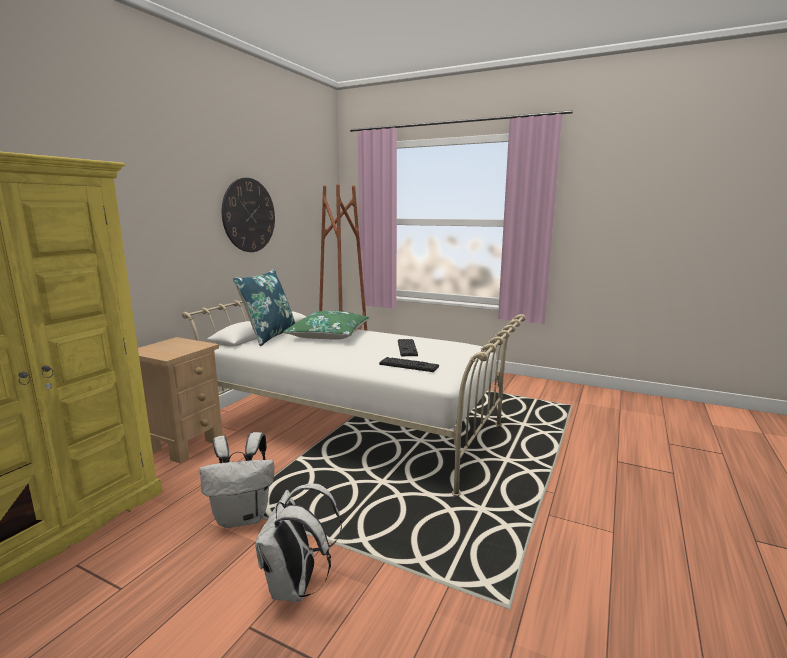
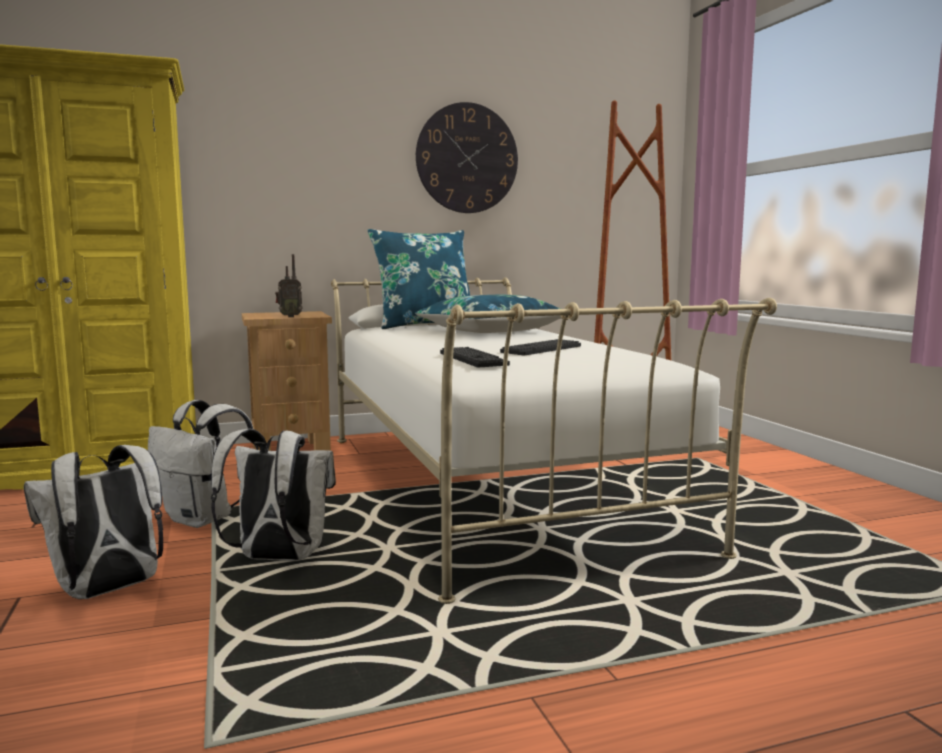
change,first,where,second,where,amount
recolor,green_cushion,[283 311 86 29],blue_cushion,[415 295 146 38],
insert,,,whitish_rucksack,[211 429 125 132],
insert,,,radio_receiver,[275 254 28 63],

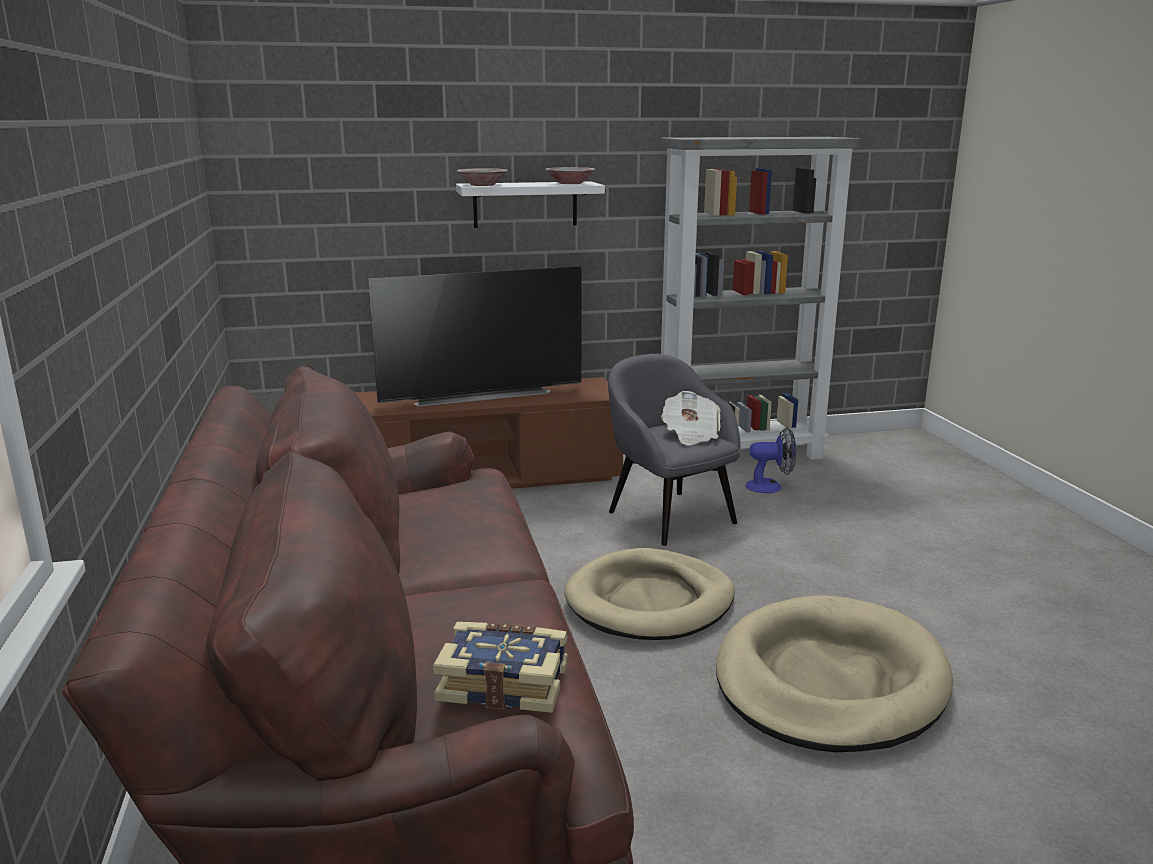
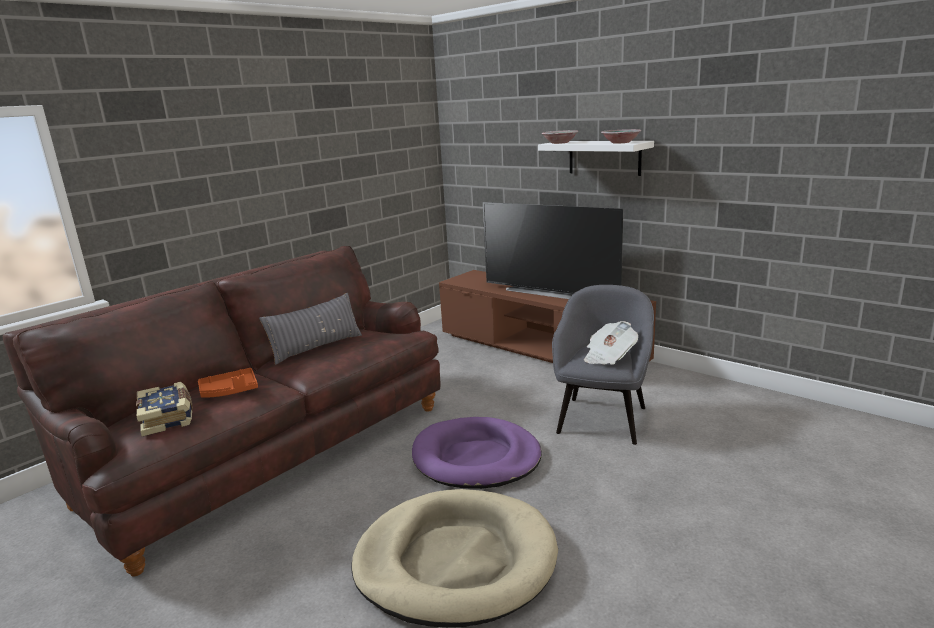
change,first,where,second,where,amount
recolor,beige_dog_bed,[564 548 171 92],purple-coloured_dog_bed,[412 417 130 72],
delete,greyish_shelving_unit,[661 137 200 323],,,
delete,cooling_fan,[745 428 51 65],,,
insert,,,orange-coloured_serving_tray,[198 368 60 30],
insert,,,greyish_cushion,[259 293 103 72],

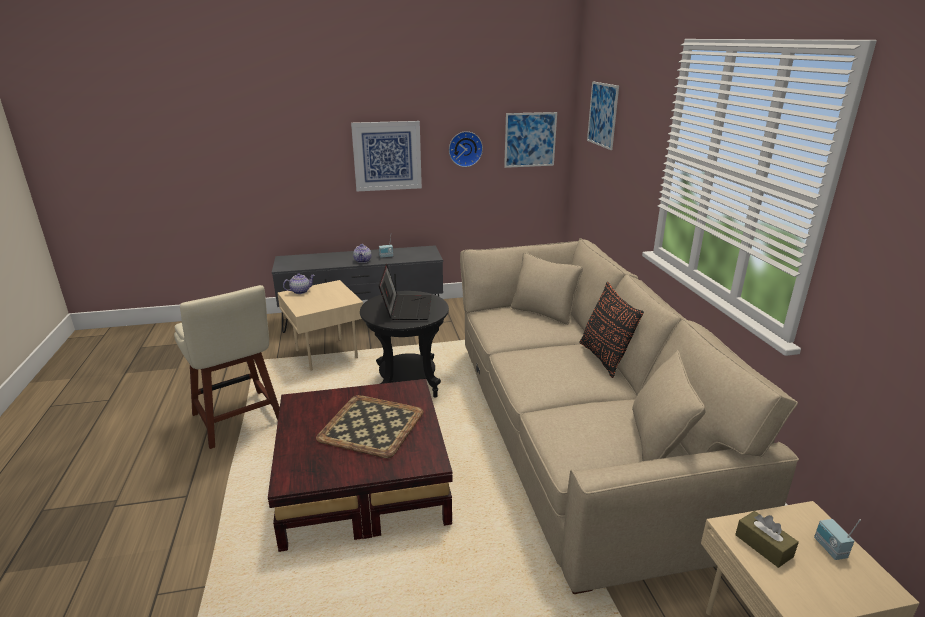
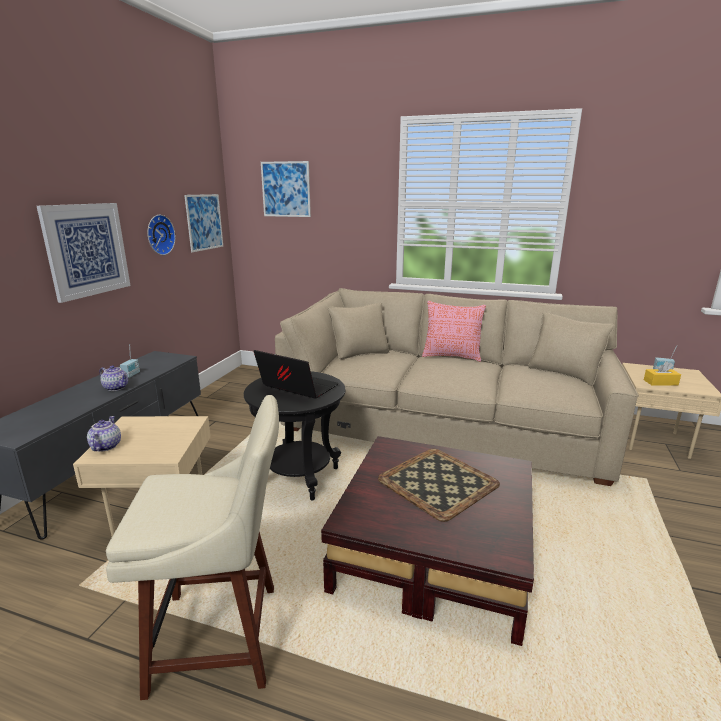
change,first,where,second,where,amount
recolor,black_cushion,[579 282 65 96],pink-coloured_cushion,[422 301 64 61],
recolor,brownish_box_of_tissues,[735 511 64 57],yellow_box_of_tissues,[644 361 37 25],

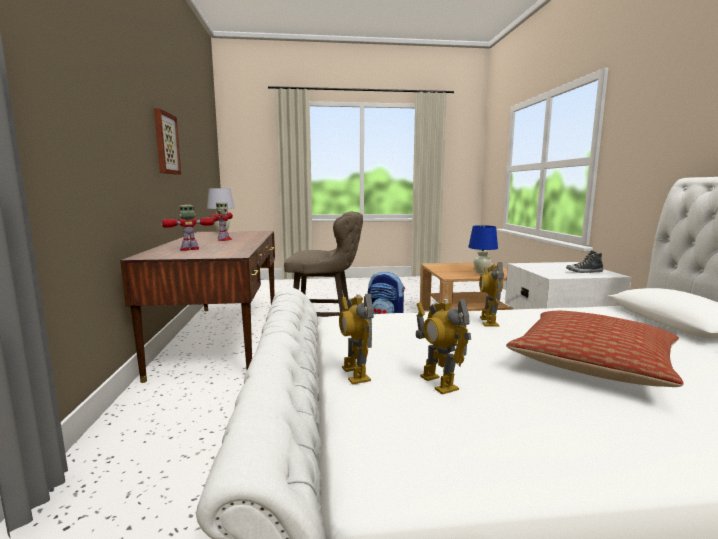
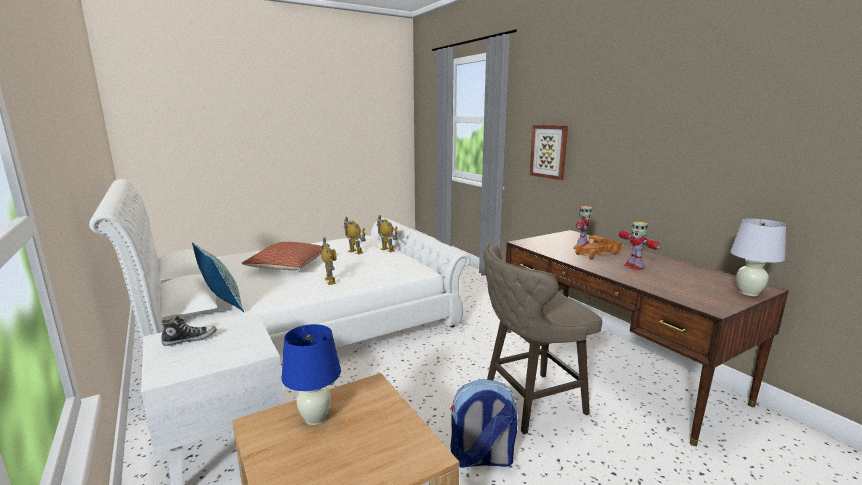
change,first,where,second,where,amount
move,wall_picture,[154 108 27 67],,[530 125 38 55],
insert,,,cushion,[192 242 52 70],
insert,,,toy_lorry,[574 235 48 24],

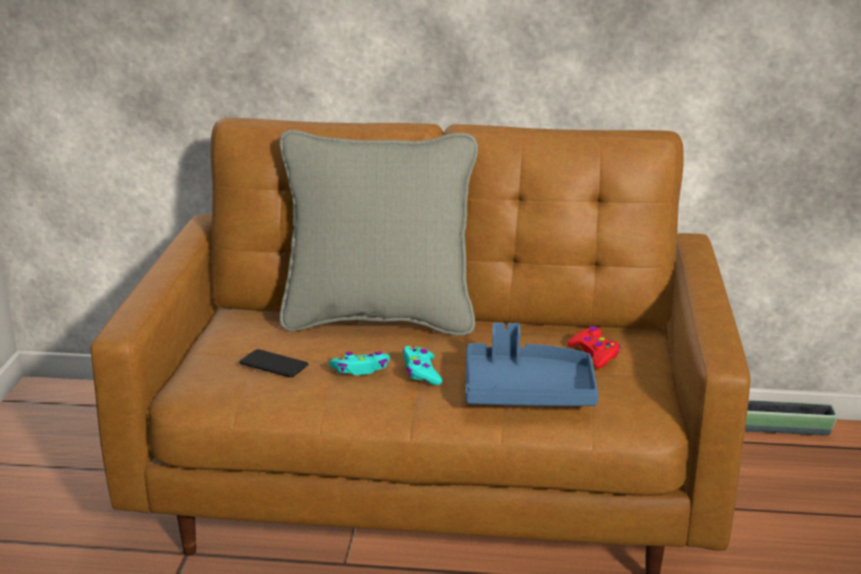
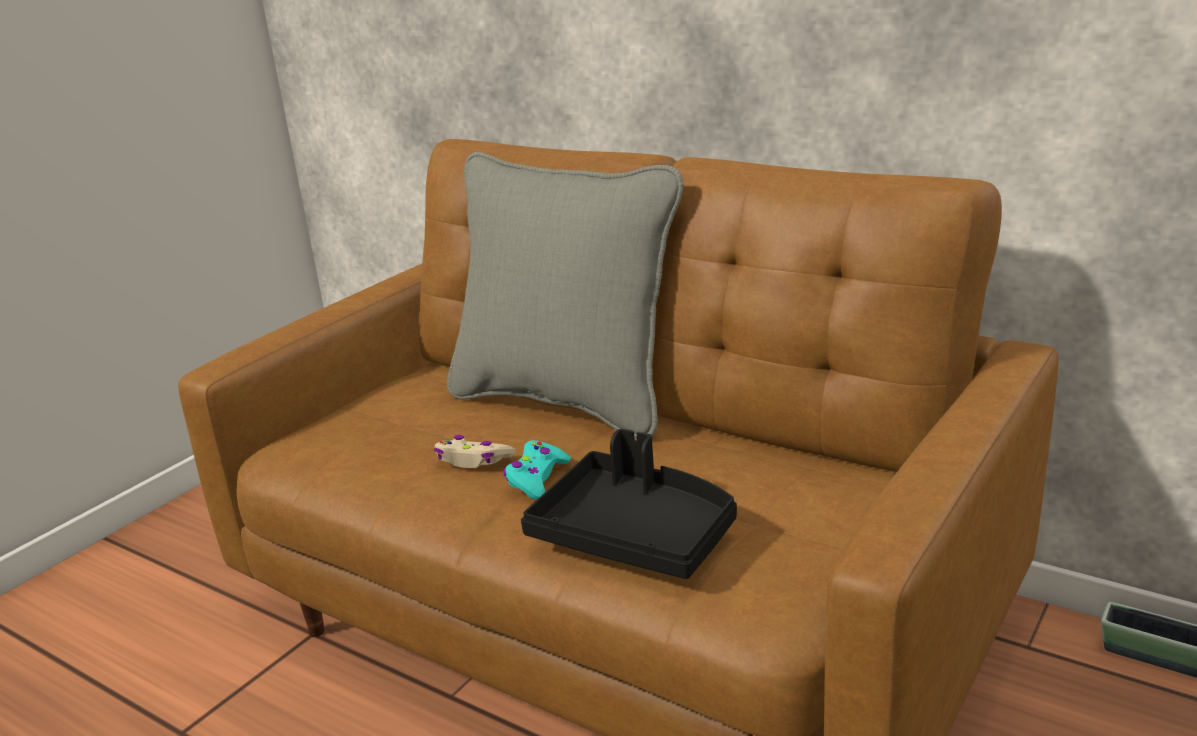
change,first,where,second,where,amount
delete,phone,[239 349 69 28],,,
recolor,blue-green_joypad,[329 351 61 24],beige_joypad,[434 435 81 33],
recolor,blue_serving_tray,[466 323 133 83],black_serving_tray,[521 429 216 150],
delete,reddish_joypad,[567 326 54 42],,,

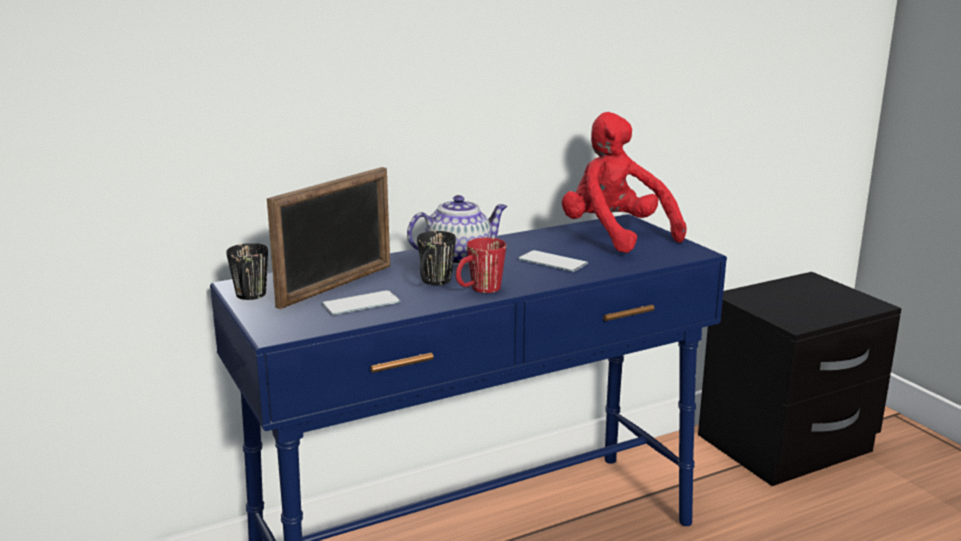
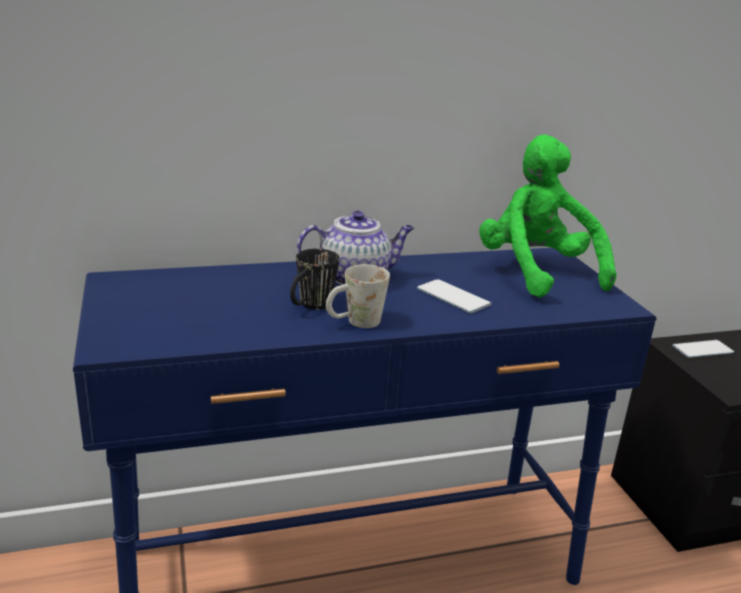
change,first,where,second,where,amount
delete,black_tea_mug,[226 243 42 57],,,
delete,photo_frame,[267 167 123 142],,,
move,phone,[321 290 79 25],,[672 340 62 18],
recolor,reddish_tea_mug,[456 238 50 55],whitish_tea_mug,[326 264 64 64],
recolor,reddish_soft_toy,[562 112 125 141],green_soft_toy,[479 135 137 163],

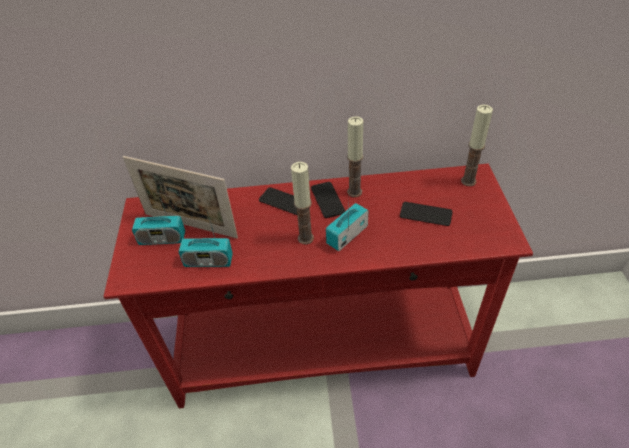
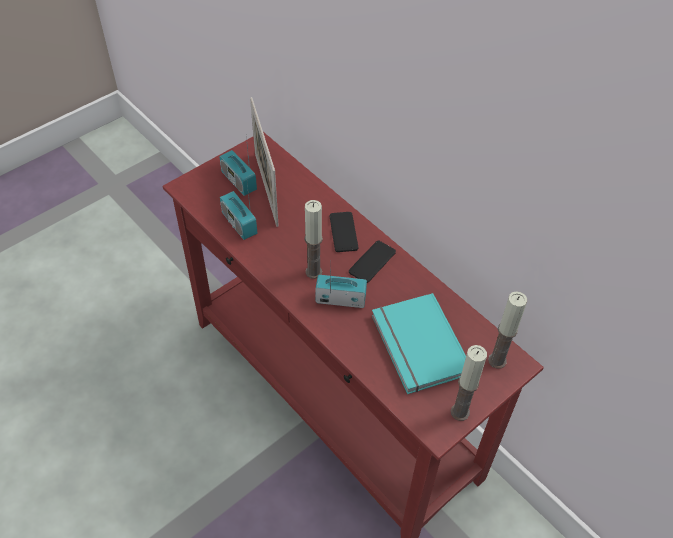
change,first,where,second,where,amount
move,wax_light,[347 116 16 81],,[451 345 36 76],
replace,phone,[400 202 52 24],blue-green_volume,[372 293 94 101],

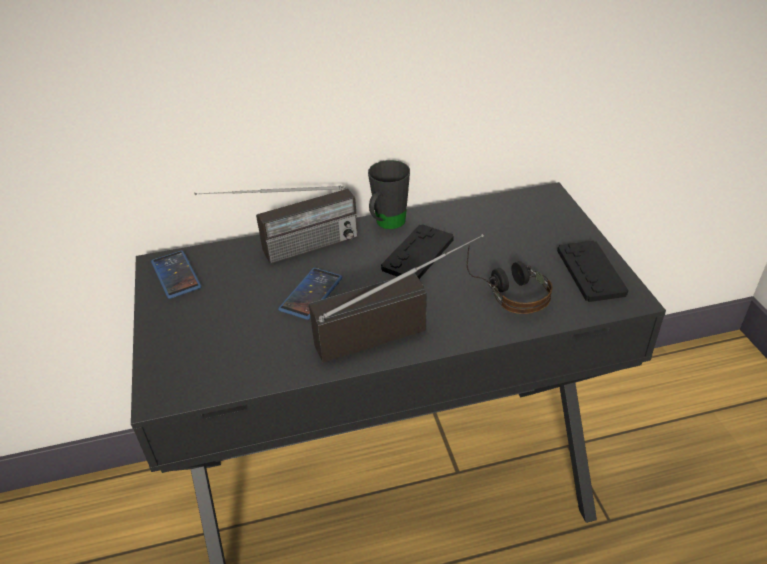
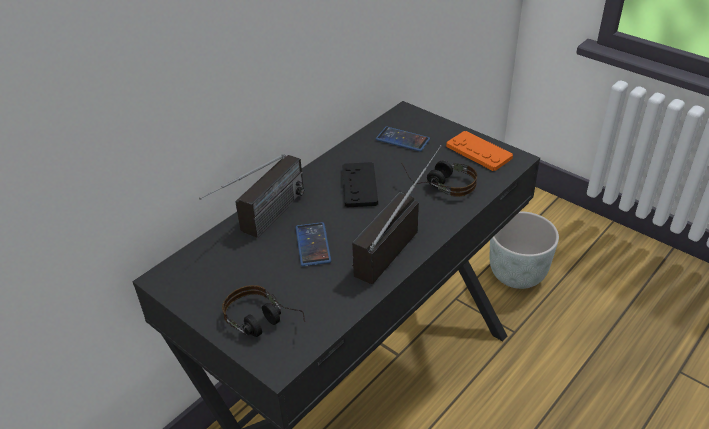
change,first,where,second,where,amount
move,phone,[151 250 51 49],,[376 126 54 26],
delete,black_tea_mug,[368 160 42 69],,,
recolor,black_joypad,[557 240 71 62],orange-coloured_joypad,[446 131 67 40],
insert,,,pair_of_headphones,[222 285 83 52],
insert,,,greyish_flower_pot,[489 211 70 78],

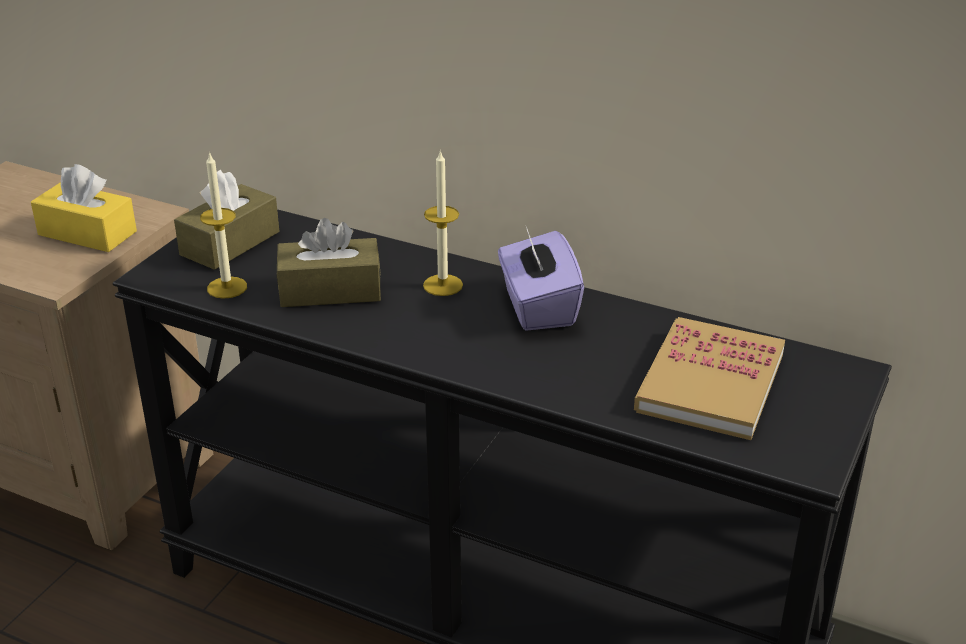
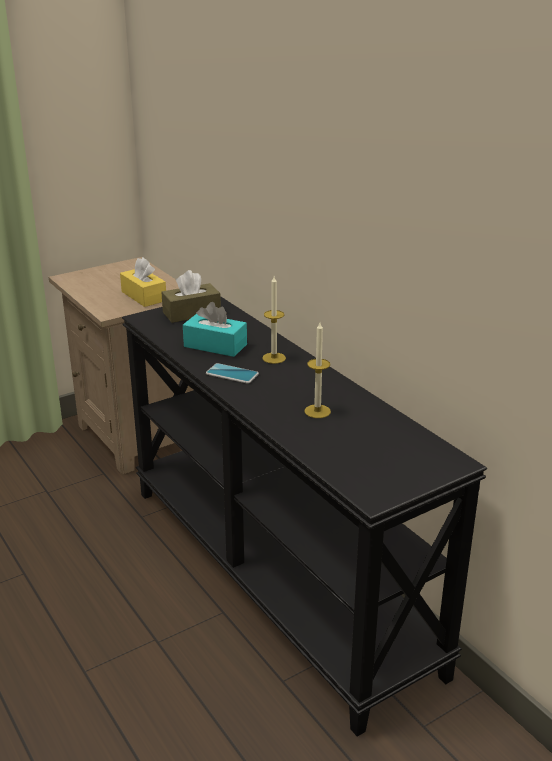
change,first,where,second,where,amount
move,wax_light,[200 152 47 147],,[304 322 27 96],
recolor,brownish_box_of_tissues,[277 218 104 89],blue-green_box_of_tissues,[183 302 64 55],
delete,purple-coloured_box_of_tissues,[498 227 86 104],,,
delete,volume,[634 317 151 123],,,
insert,,,phone,[206 363 53 21],

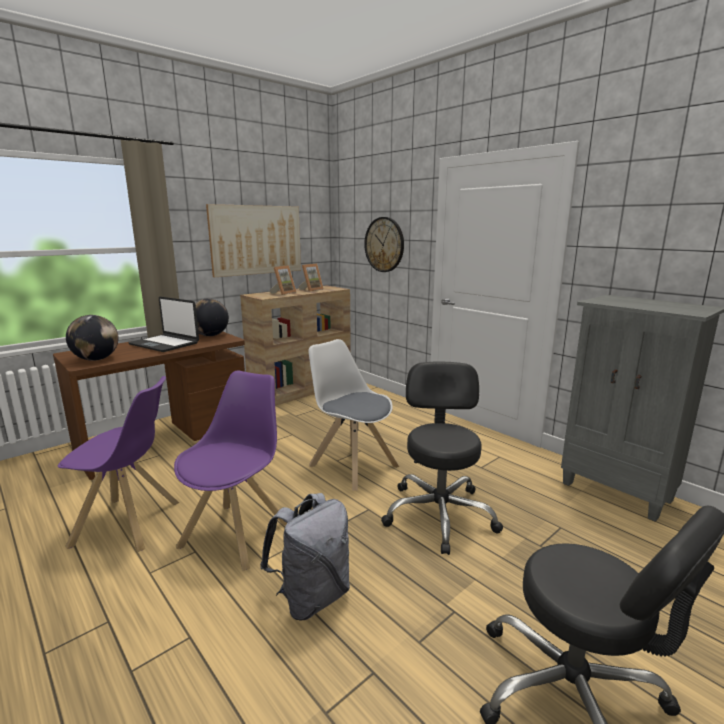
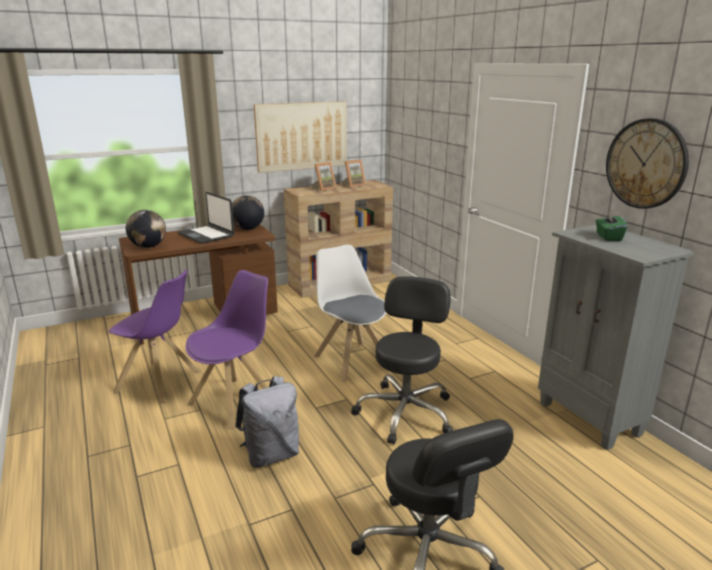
change,first,where,second,where,amount
move,wall_clock,[364 217 40 55],,[606 118 83 91],
insert,,,green_box_of_tissues,[596 211 32 30],

